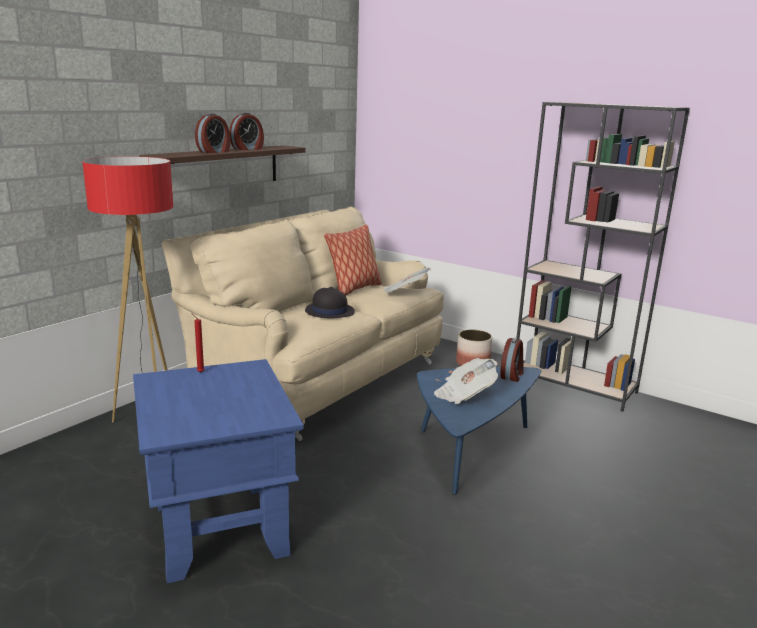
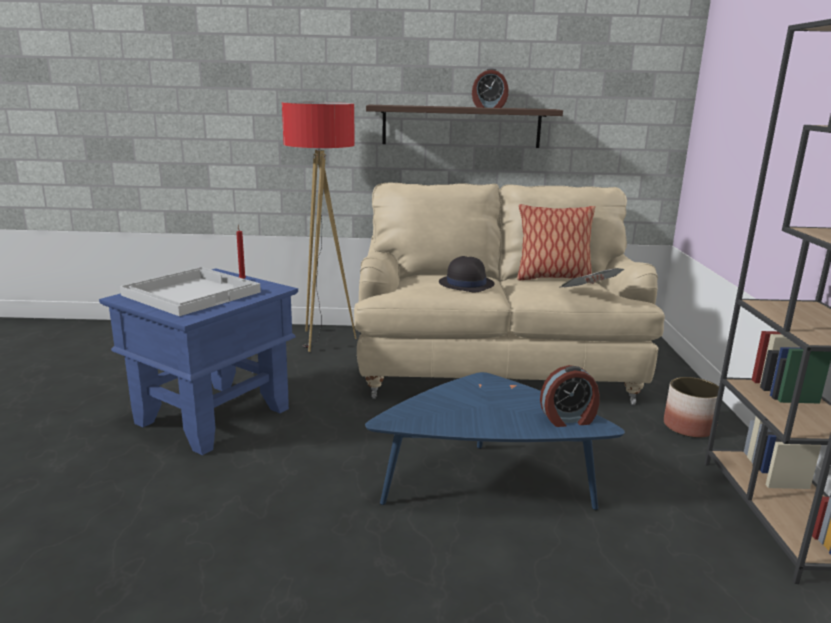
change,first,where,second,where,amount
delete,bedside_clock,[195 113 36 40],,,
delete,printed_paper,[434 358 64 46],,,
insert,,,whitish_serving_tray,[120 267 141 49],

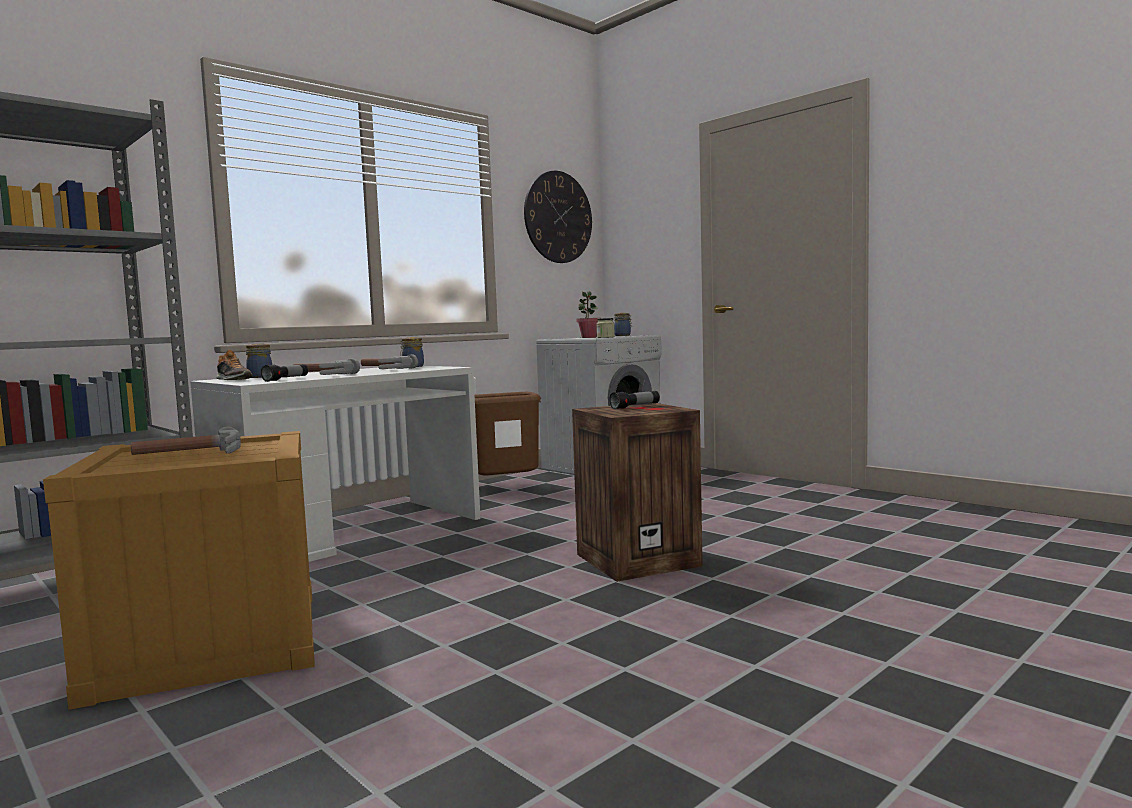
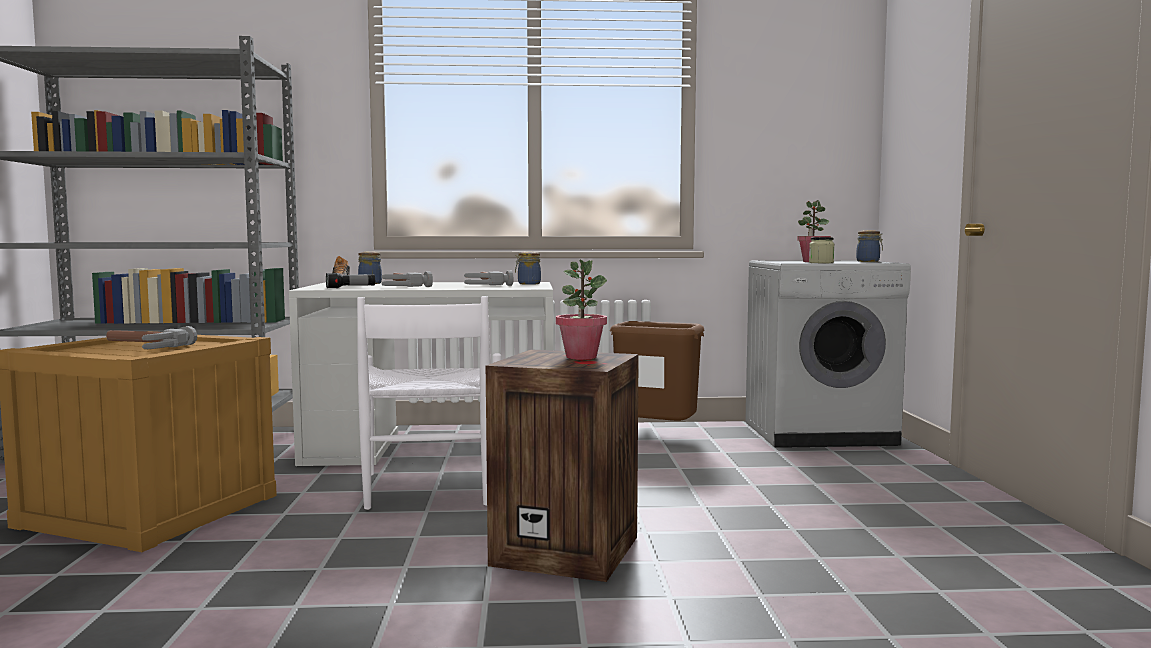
change,first,where,second,where,amount
delete,wall_clock,[524 171 68 92],,,
replace,hand_torch,[609 391 51 18],plant_in_a_pot,[556 259 51 100],
insert,,,whitish_plain_chair,[357 296 145 214],

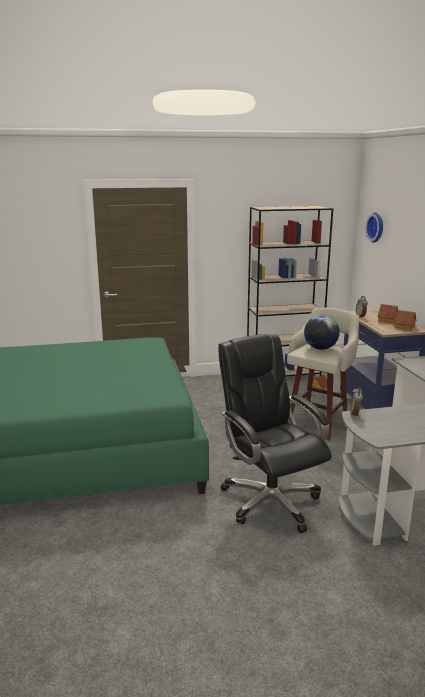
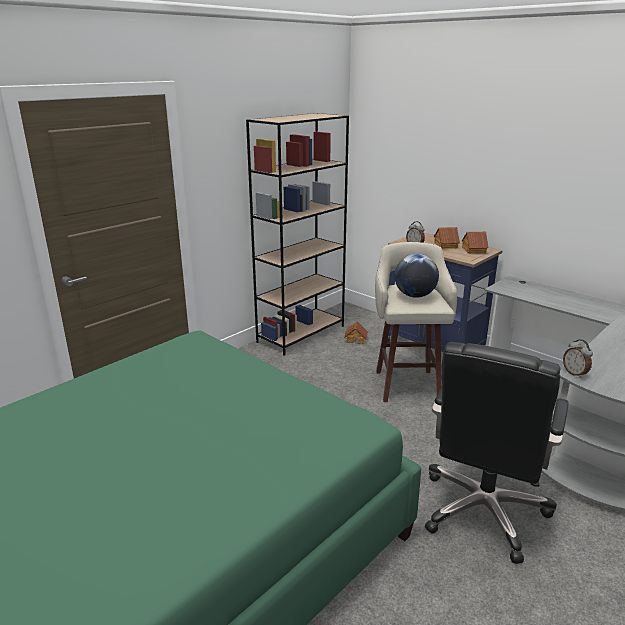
change,first,where,second,where,amount
rotate,black_desk_chair,[218 334 114 199],,[425 342 144 222],90 degrees counterclockwise
delete,wall_clock,[366 213 17 30],,,

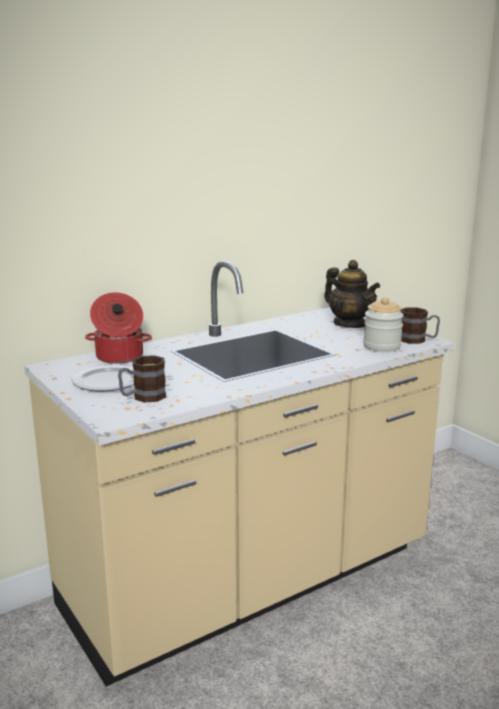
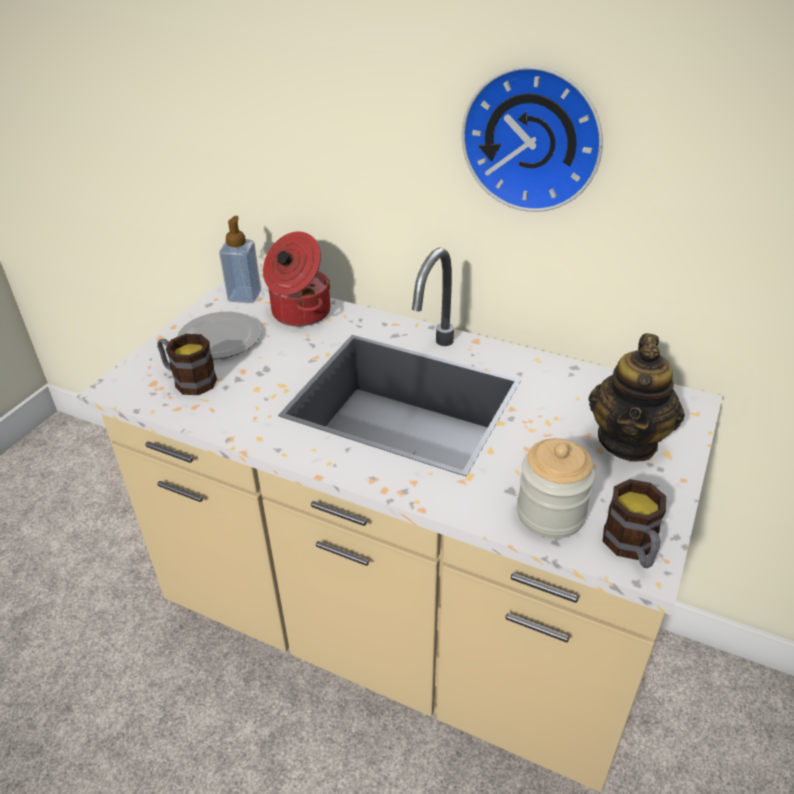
change,first,where,second,where,amount
insert,,,liquid_soap_bottle,[219 216 42 87],
insert,,,wall_clock,[462 66 141 146],

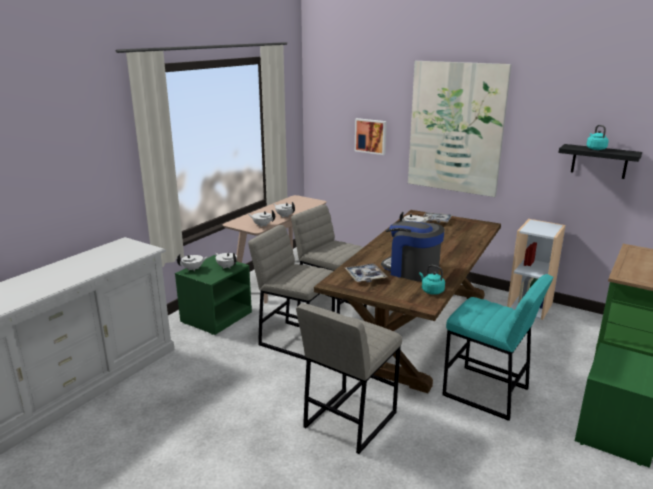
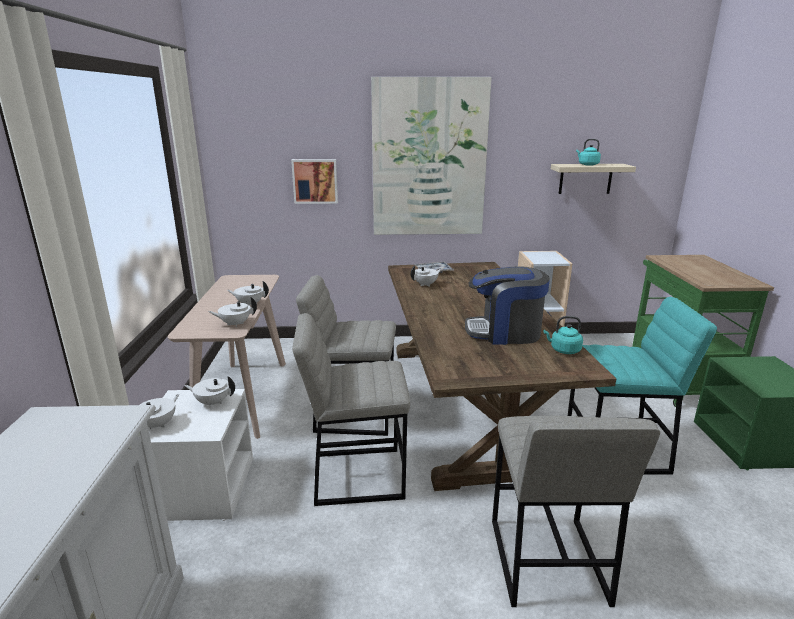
change,first,where,second,where,amount
recolor,green_bedside_table,[175 255 77 80],whitish_bedside_table,[148 389 105 132],
delete,serving_tray,[345 263 42 20],,,
recolor,black_bracket_shelf,[558 144 84 35],beige_bracket_shelf,[551 164 85 30],

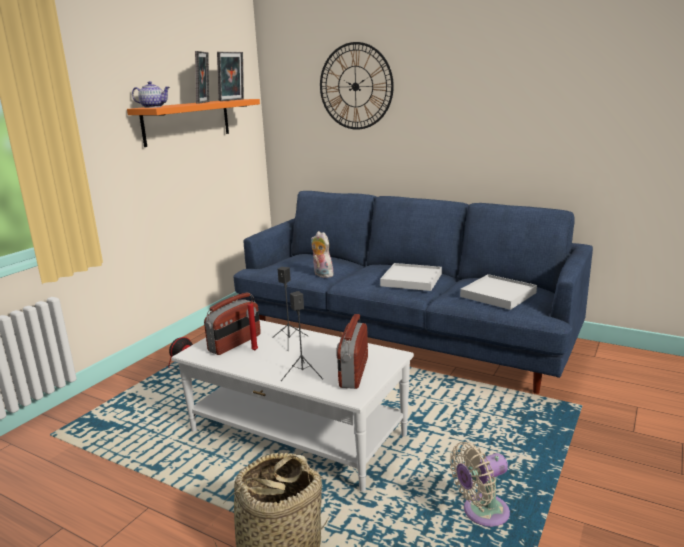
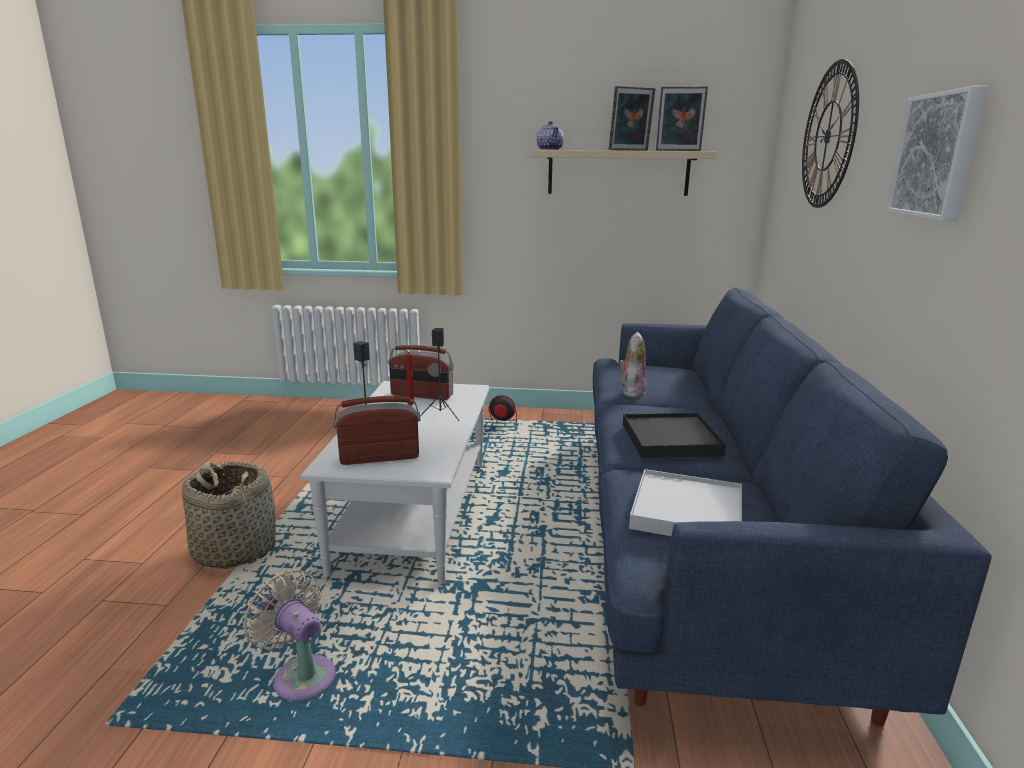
change,first,where,second,where,amount
recolor,orange-coloured_bracket_shelf,[127 99 133 48],beige_bracket_shelf,[531 150 185 46],
recolor,whitish_serving_tray,[380 263 62 28],black_serving_tray,[623 413 103 45],
insert,,,wall_picture,[887 86 101 135],

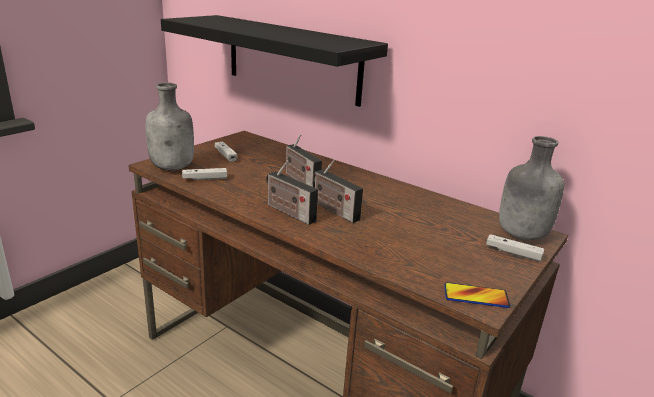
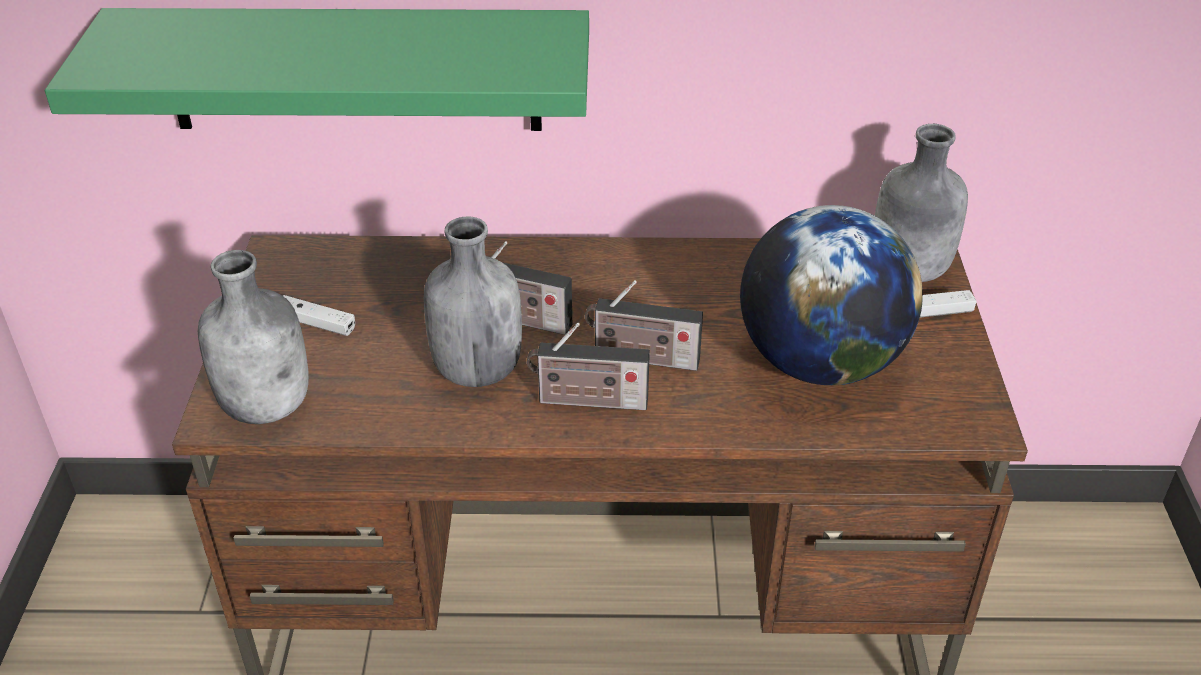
change,first,where,second,where,amount
recolor,black_bracket_shelf,[161 15 227 92],green_bracket_shelf,[45 8 544 123],
delete,whitish_joypad,[182 168 45 12],,,
delete,phone,[444 283 66 25],,,
insert,,,greyish_drink_bottle,[424 216 98 171],
insert,,,world_globe,[740 205 183 180],

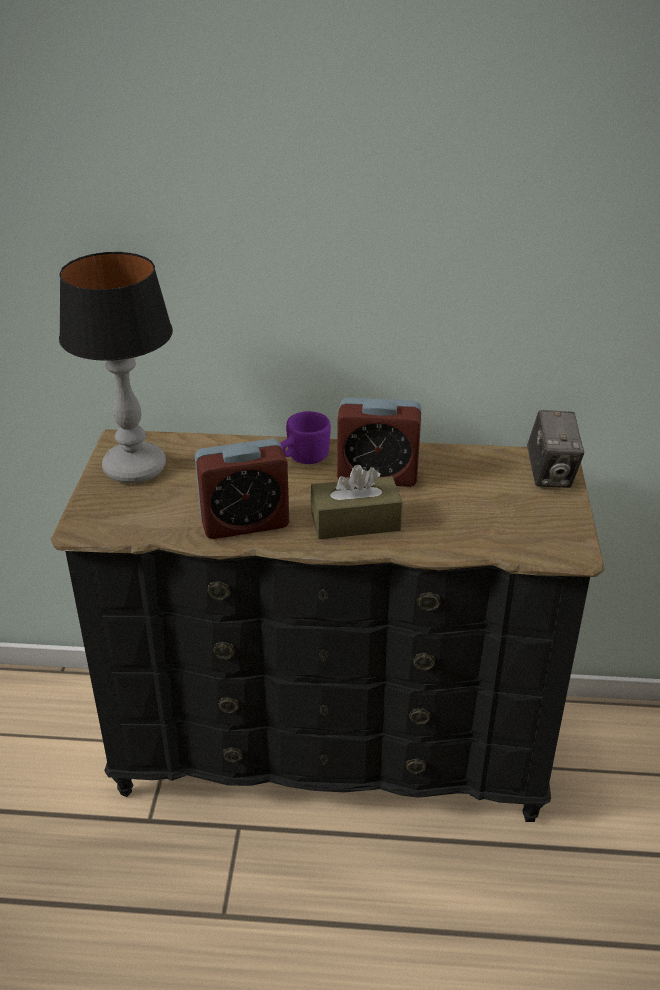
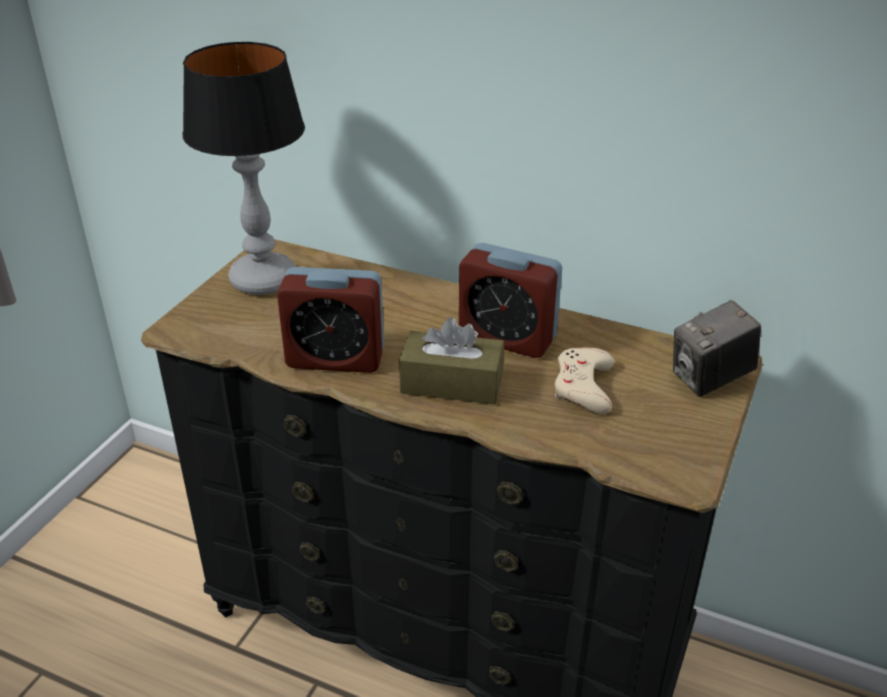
change,first,where,second,where,amount
delete,purple-coloured_tea_mug,[280 411 51 53],,,
rotate,photo_camera,[527 410 58 78],,[673 300 88 97],45 degrees clockwise
insert,,,beige_joypad,[555 347 59 67],

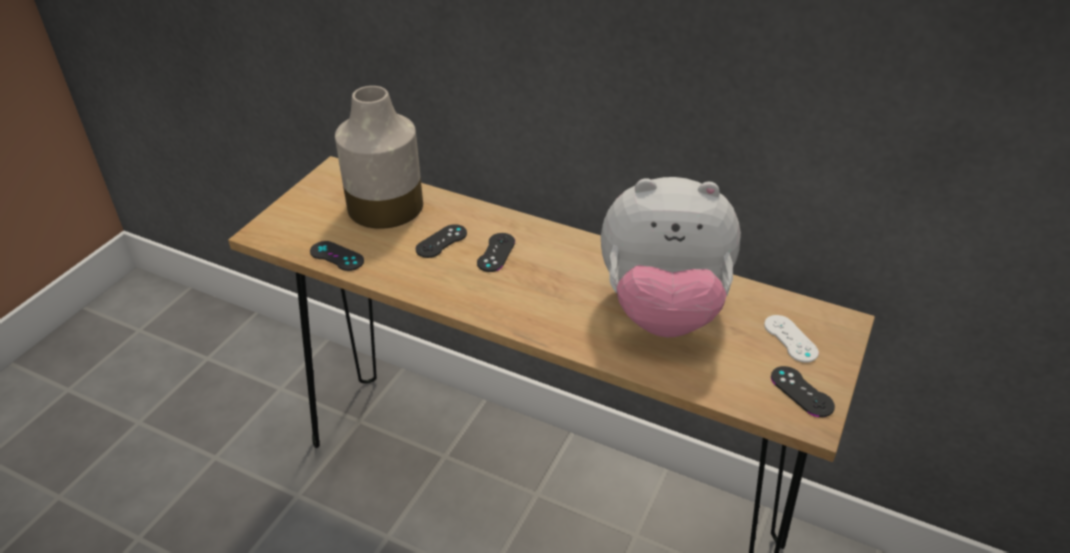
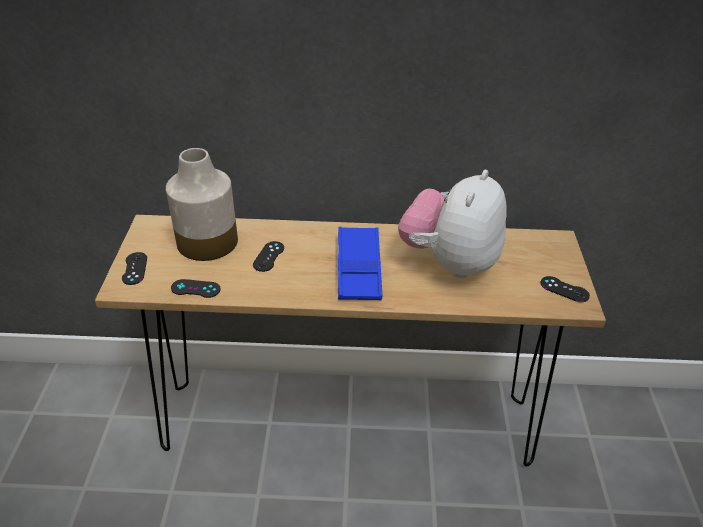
change,first,where,second,where,amount
move,black_joypad,[477 233 38 39],,[122 252 25 33],
rotate,soft_toy,[601 177 140 160],,[398 170 109 108],135 degrees clockwise
delete,whitish_joypad,[764 315 55 48],,,
insert,,,blue_serving_tray,[338 227 44 73],

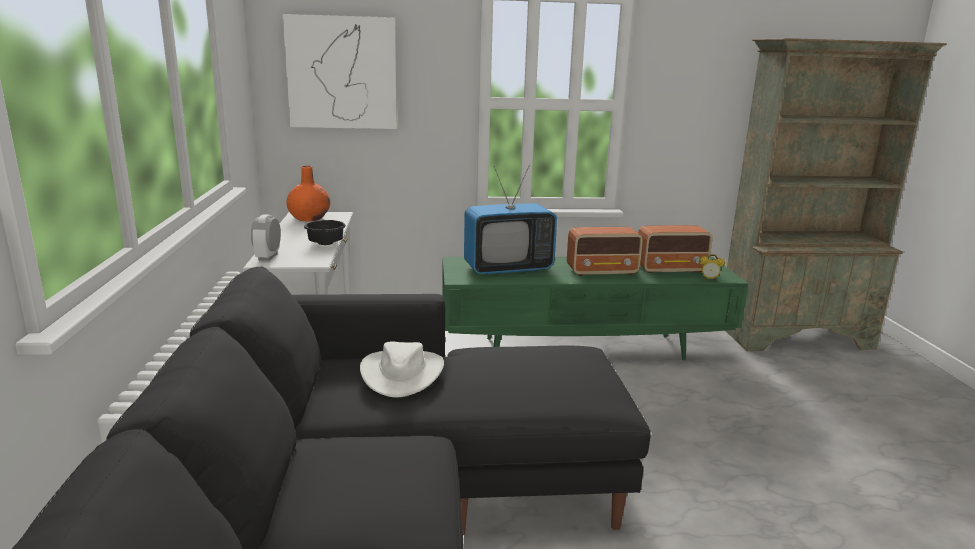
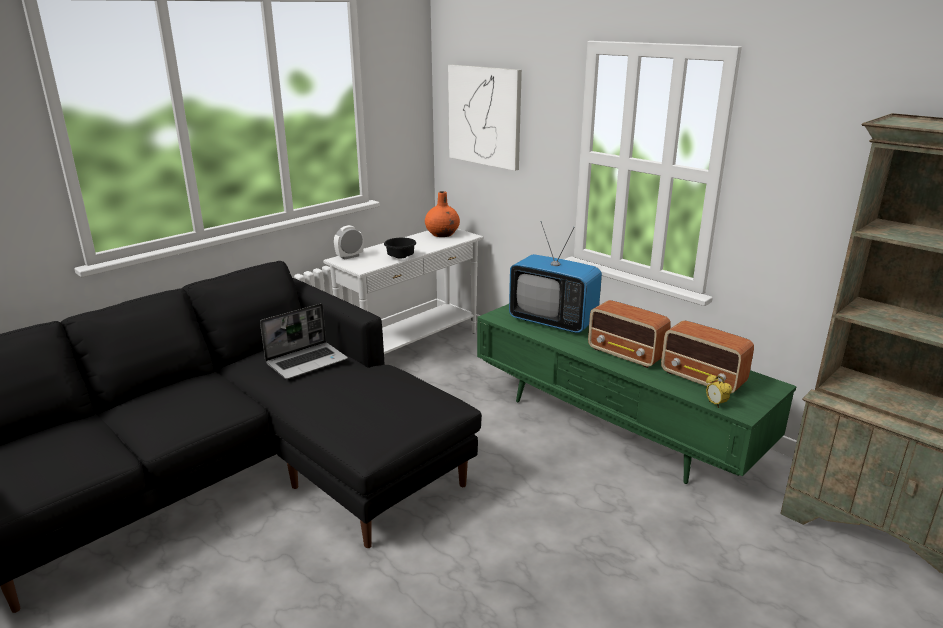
change,first,where,second,where,amount
replace,whitish_hat,[360 341 84 56],notebook_computer,[260 303 88 76],

